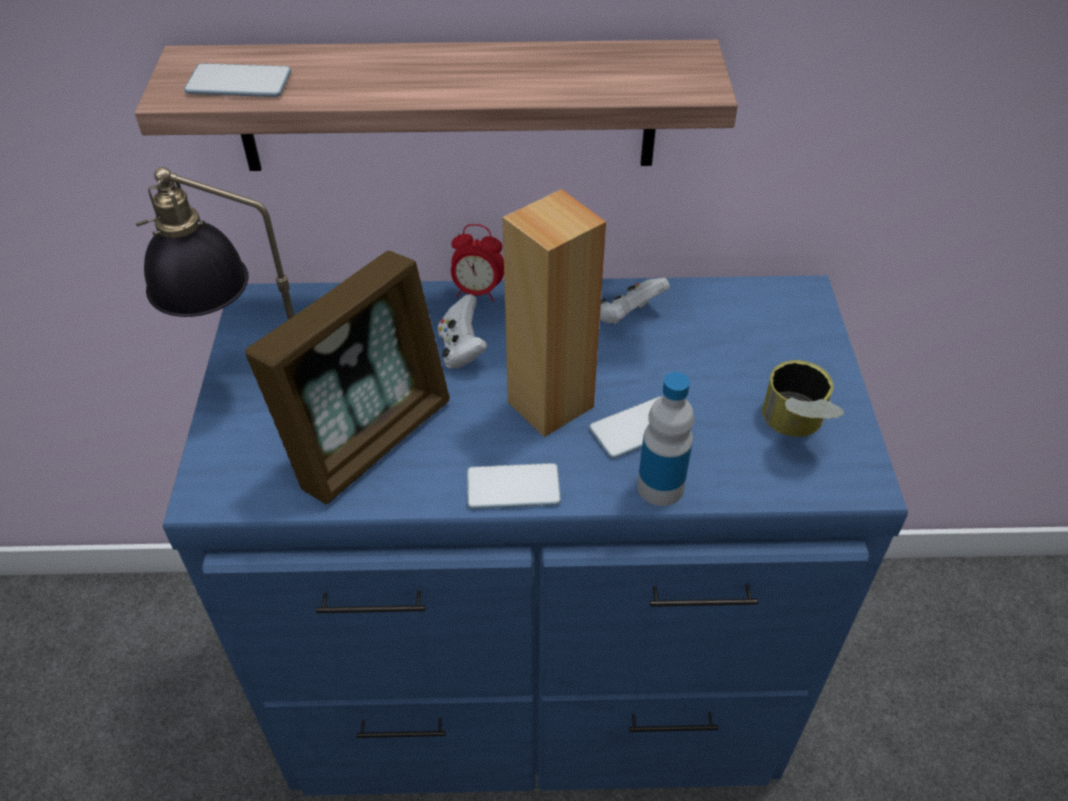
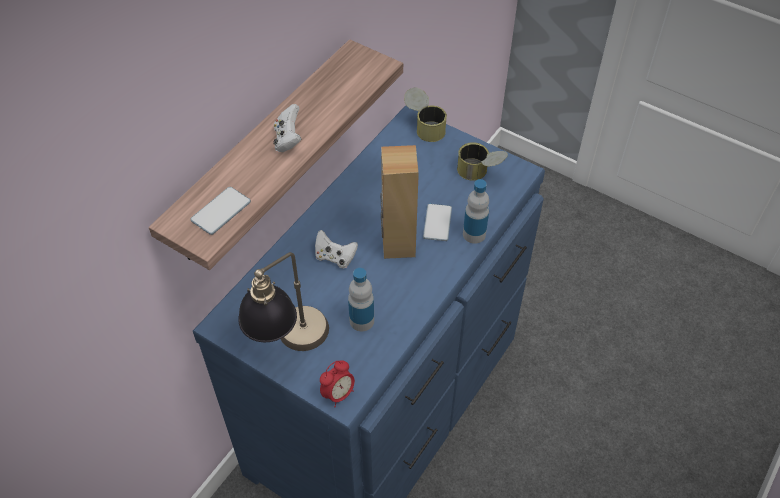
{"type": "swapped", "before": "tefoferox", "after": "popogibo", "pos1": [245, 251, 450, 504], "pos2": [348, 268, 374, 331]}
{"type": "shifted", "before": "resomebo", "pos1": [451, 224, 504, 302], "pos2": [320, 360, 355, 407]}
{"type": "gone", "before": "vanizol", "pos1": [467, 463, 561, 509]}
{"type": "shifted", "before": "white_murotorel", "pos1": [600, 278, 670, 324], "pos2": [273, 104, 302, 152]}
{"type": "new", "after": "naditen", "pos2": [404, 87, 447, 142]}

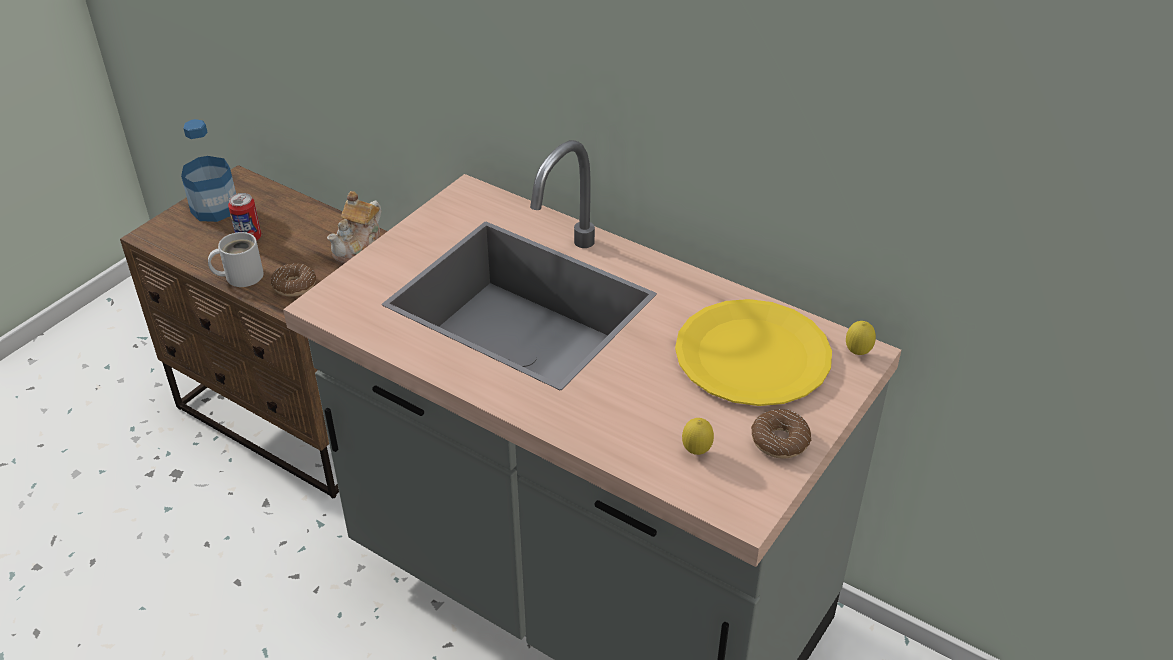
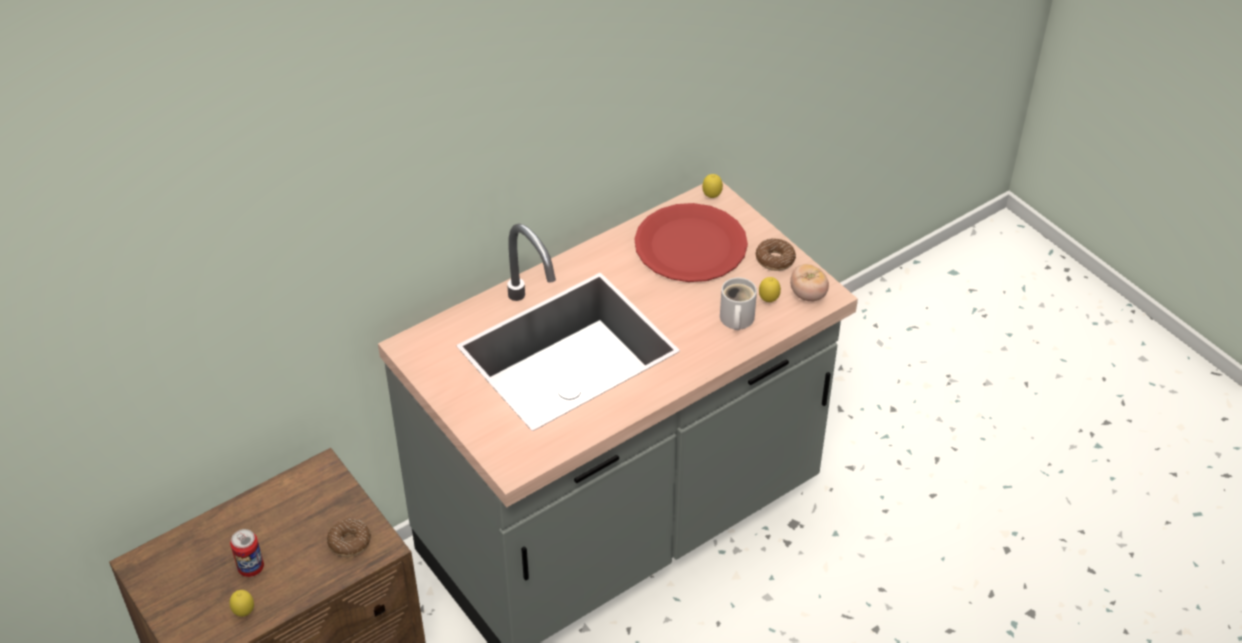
{"type": "gone", "before": "popogibo", "pos1": [181, 119, 236, 222]}
{"type": "shifted", "before": "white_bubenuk", "pos1": [208, 232, 264, 287], "pos2": [720, 277, 757, 330]}
{"type": "gone", "before": "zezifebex", "pos1": [327, 191, 381, 264]}
{"type": "repainted", "before": "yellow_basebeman", "after": "red_basebeman", "pos1": [675, 299, 832, 406], "pos2": [634, 203, 748, 282]}
{"type": "new", "after": "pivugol", "pos2": [230, 590, 254, 617]}
{"type": "new", "after": "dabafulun", "pos2": [790, 264, 829, 301]}

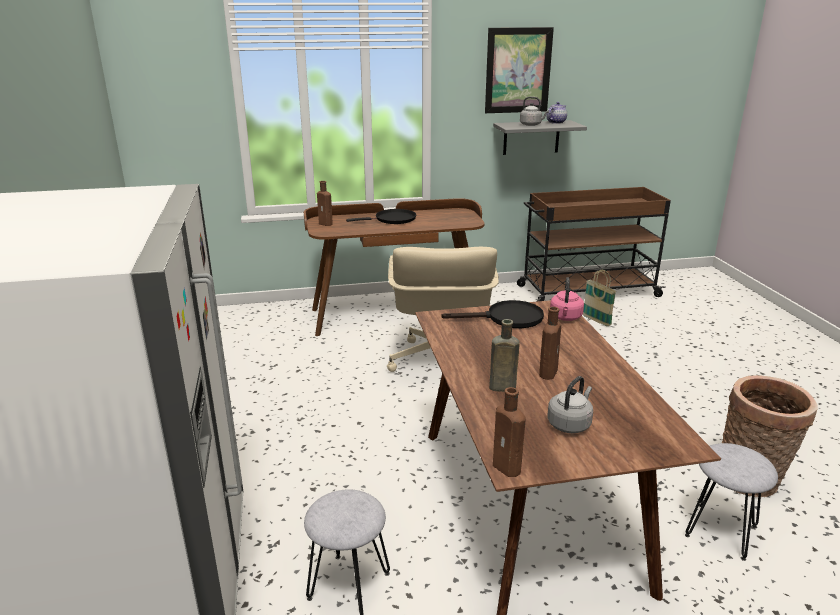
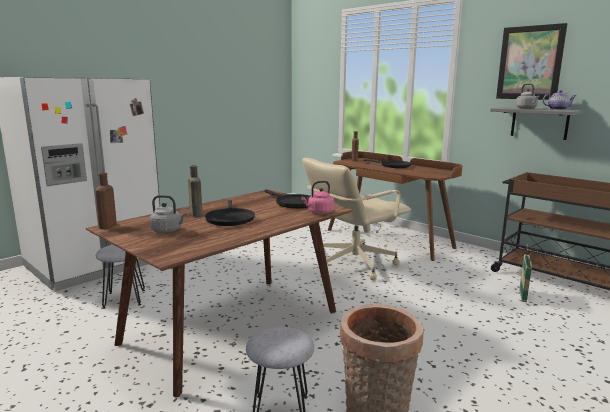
{"type": "swapped", "before": "brown_popogibo", "after": "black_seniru", "pos1": [539, 307, 561, 380], "pos2": [205, 200, 255, 226]}

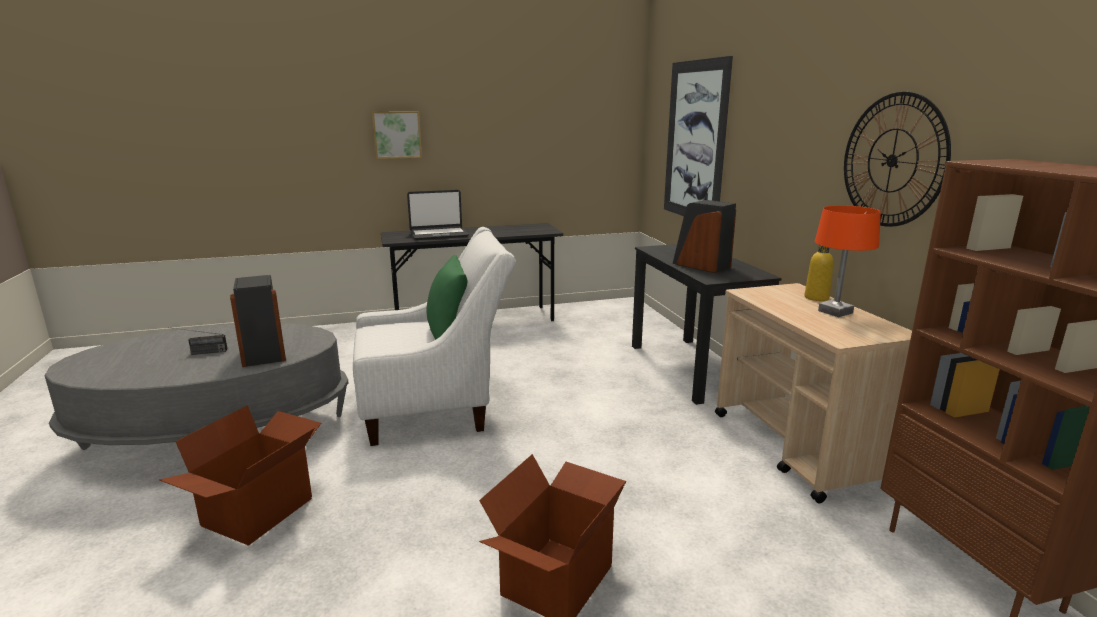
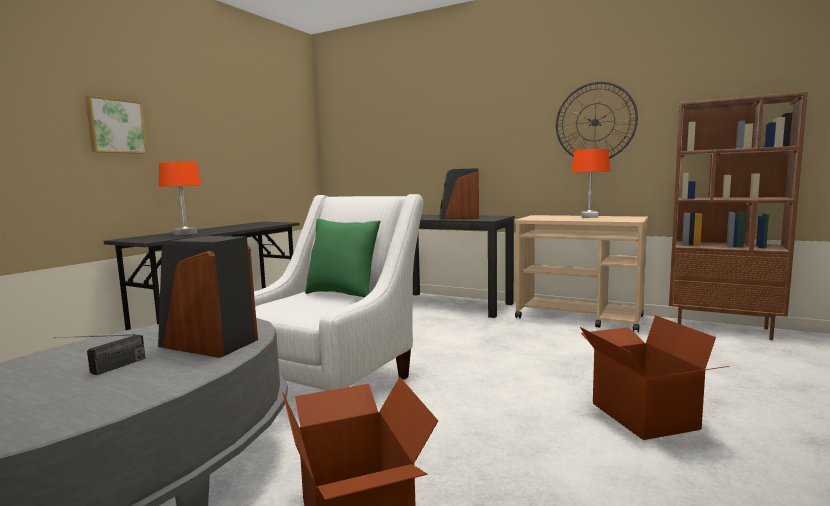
{"type": "swapped", "before": "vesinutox", "after": "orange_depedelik", "pos1": [407, 190, 469, 240], "pos2": [159, 162, 202, 235]}
{"type": "gone", "before": "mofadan", "pos1": [664, 56, 733, 216]}
{"type": "gone", "before": "yellow_popogibo", "pos1": [805, 245, 834, 301]}

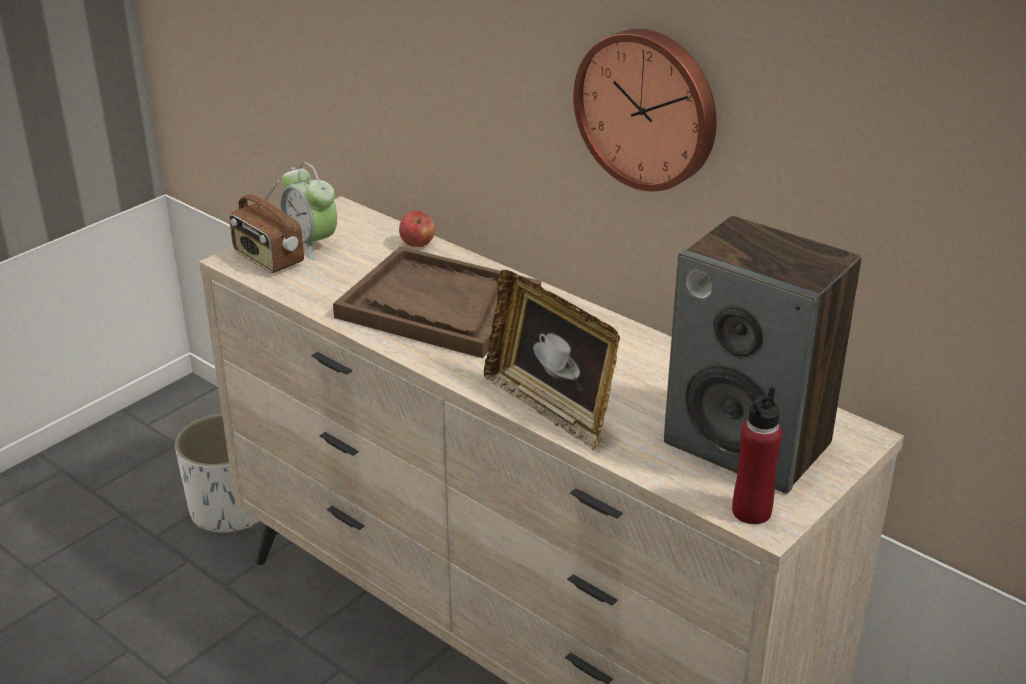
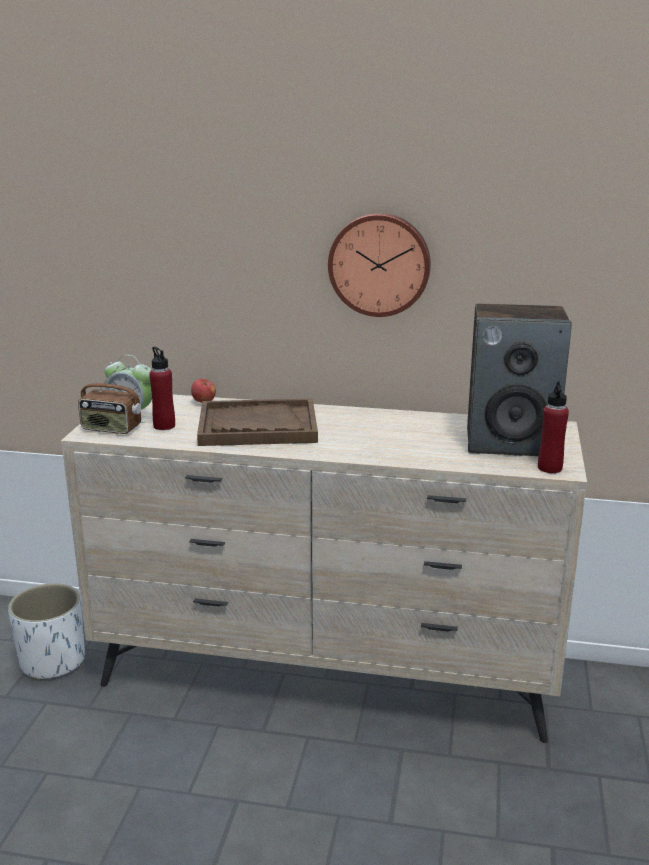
{"type": "gone", "before": "tefoferox", "pos1": [484, 270, 620, 451]}
{"type": "new", "after": "red_popogibo", "pos2": [149, 347, 175, 430]}

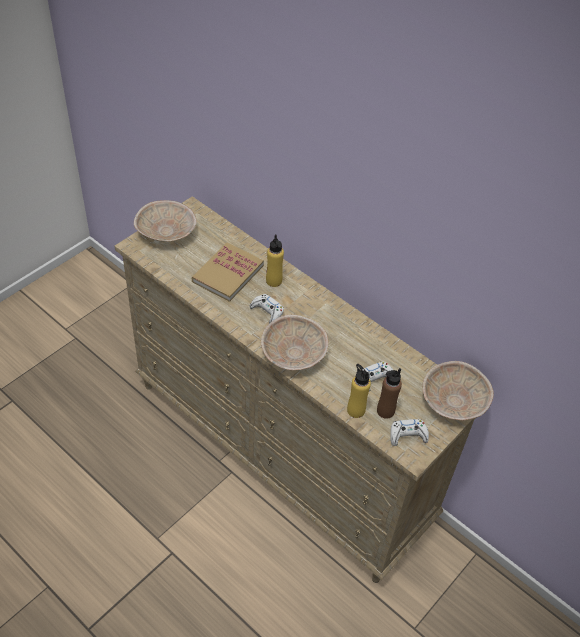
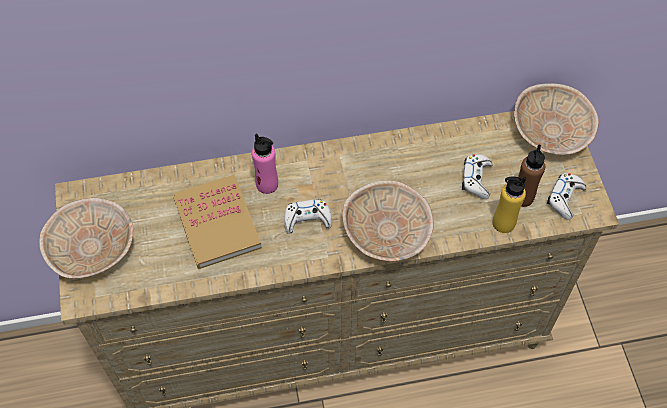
{"type": "repainted", "before": "yellow_popogibo", "after": "pink_popogibo", "pos1": [266, 235, 284, 287], "pos2": [252, 134, 278, 194]}

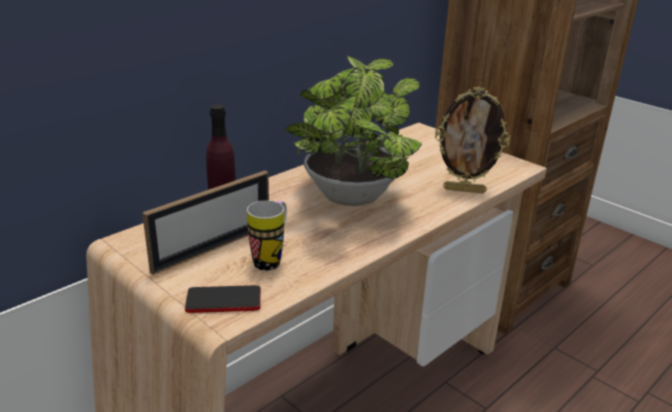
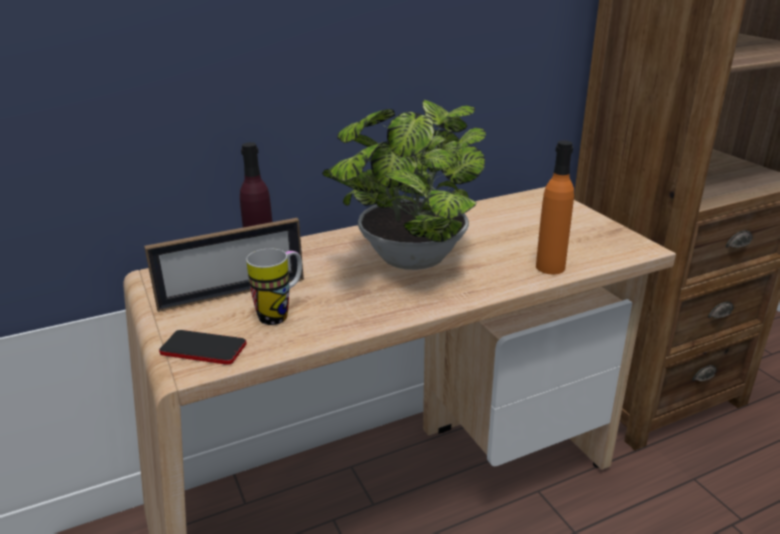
{"type": "swapped", "before": "tefoferox", "after": "orange_popogibo", "pos1": [435, 87, 510, 194], "pos2": [536, 140, 574, 274]}

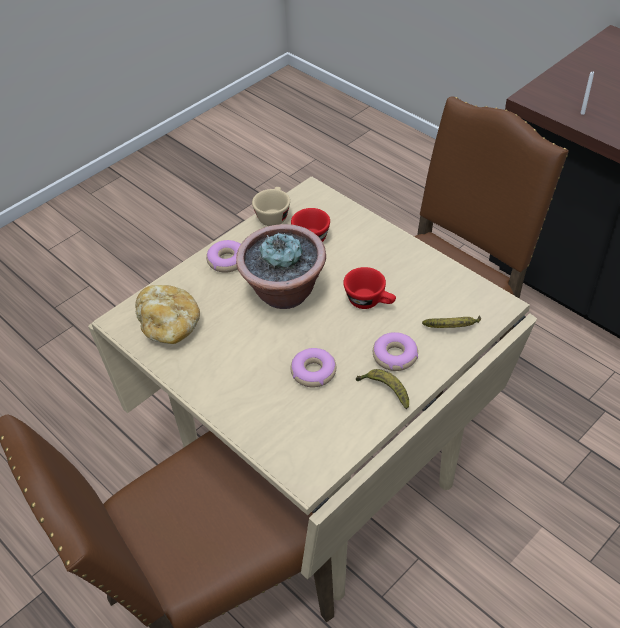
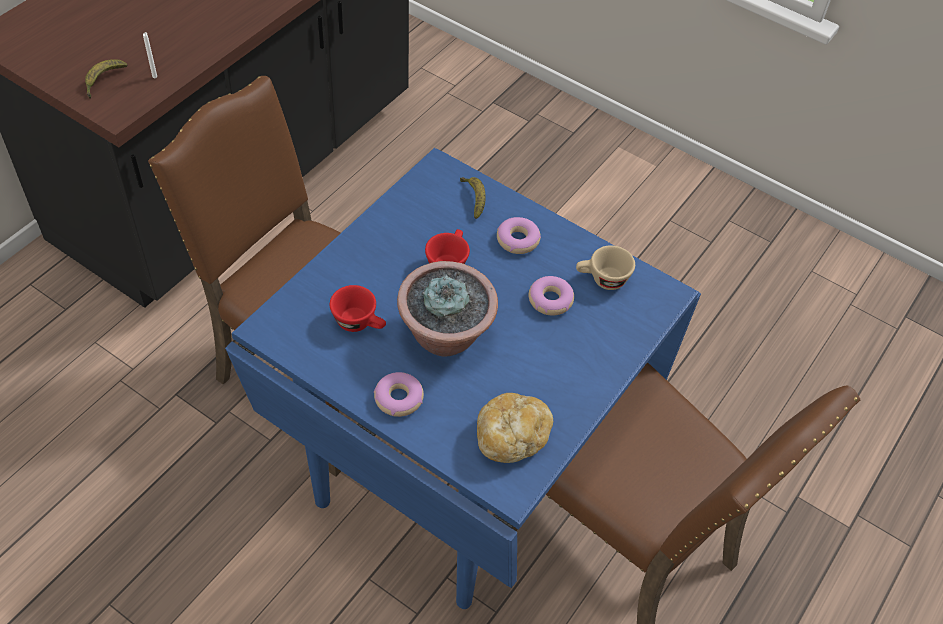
{"type": "repainted", "before": "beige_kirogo", "after": "blue_kirogo", "pos1": [88, 177, 537, 600], "pos2": [225, 148, 701, 609]}
{"type": "shifted", "before": "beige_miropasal", "pos1": [252, 187, 290, 226], "pos2": [576, 245, 635, 290]}
{"type": "shifted", "before": "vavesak", "pos1": [356, 369, 409, 409], "pos2": [85, 59, 128, 99]}

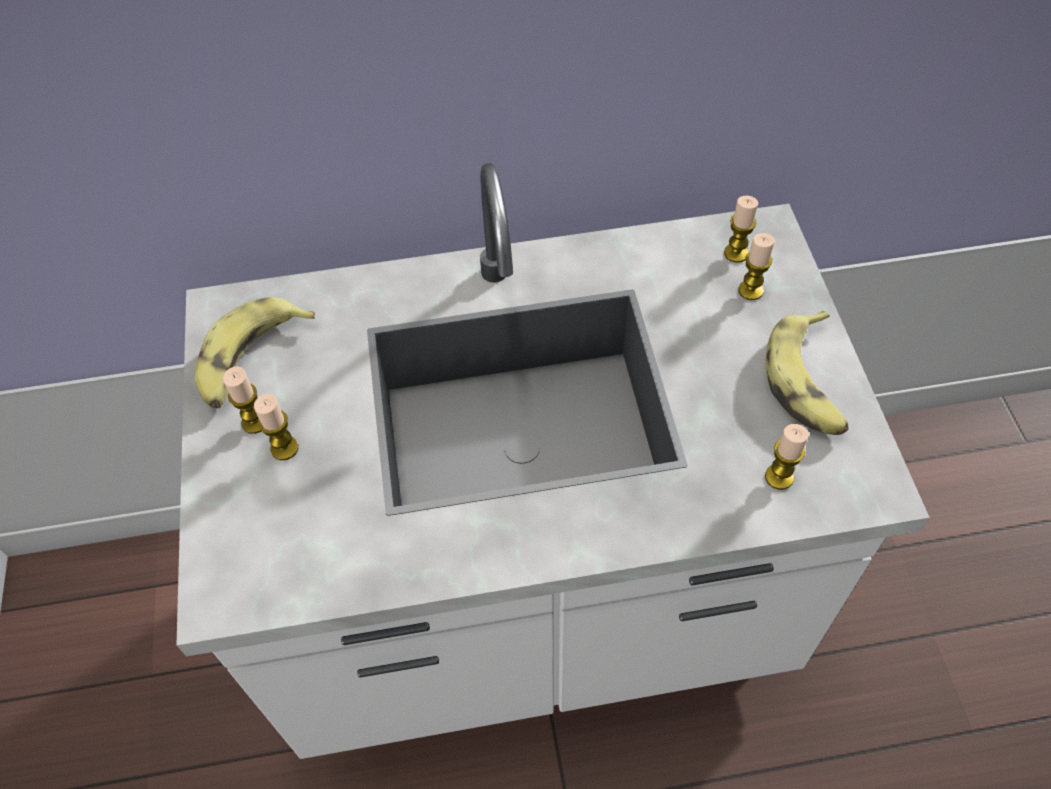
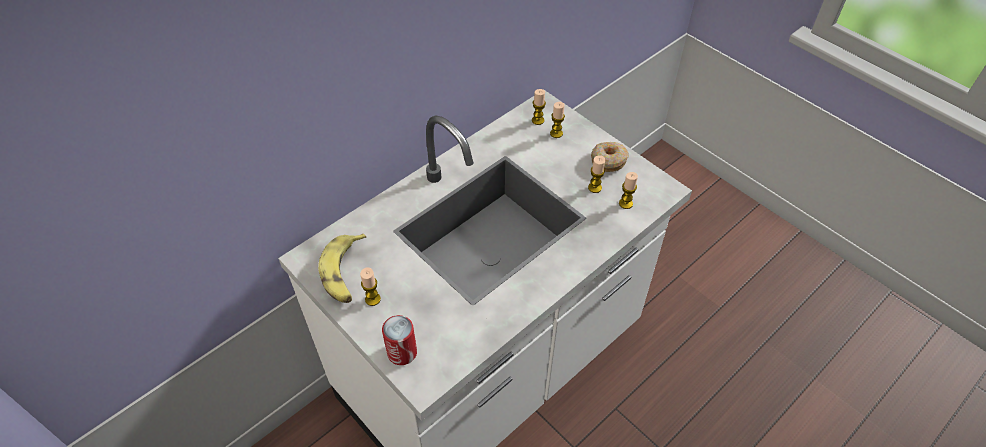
{"type": "shifted", "before": "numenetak", "pos1": [254, 394, 298, 460], "pos2": [588, 155, 605, 193]}
{"type": "swapped", "before": "vavesak", "after": "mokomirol", "pos1": [765, 311, 849, 435], "pos2": [591, 142, 629, 172]}
{"type": "new", "after": "naditen", "pos2": [382, 315, 417, 365]}

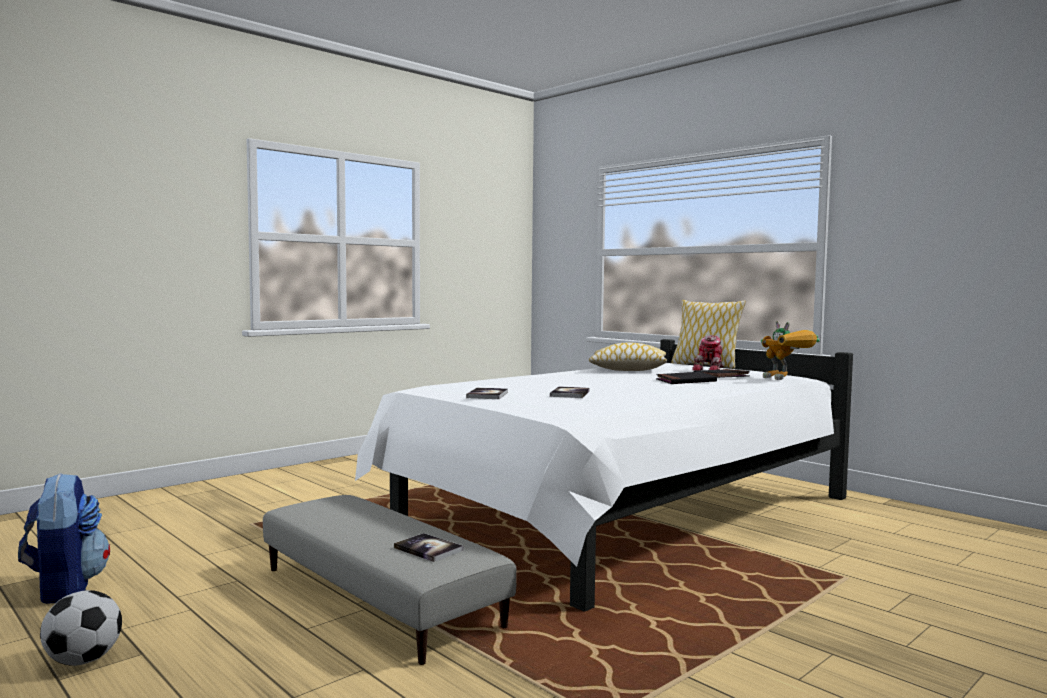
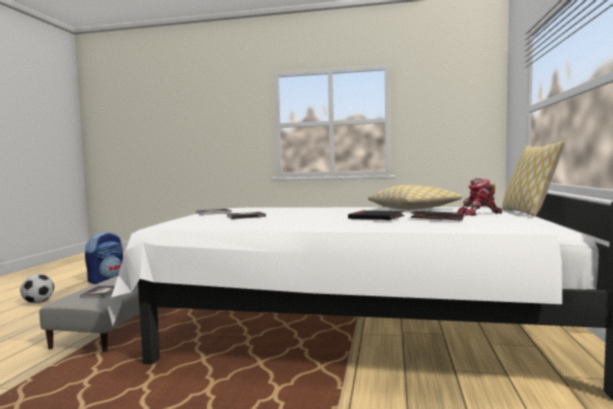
{"type": "gone", "before": "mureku", "pos1": [761, 321, 820, 380]}

